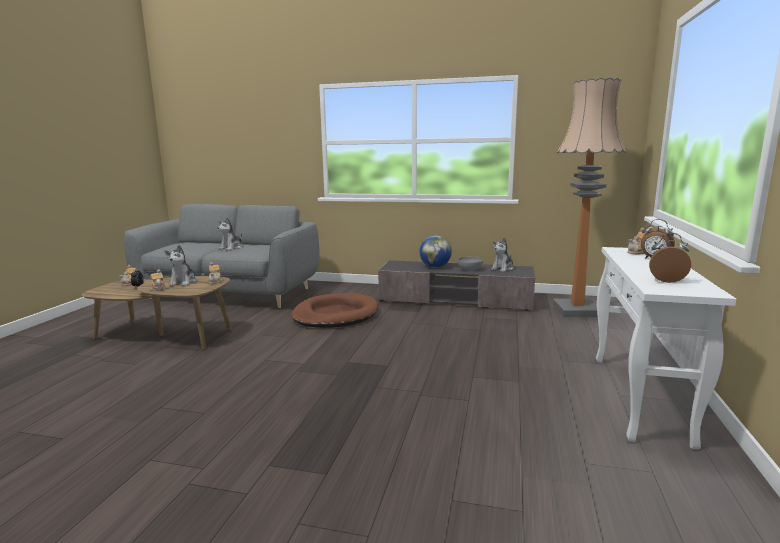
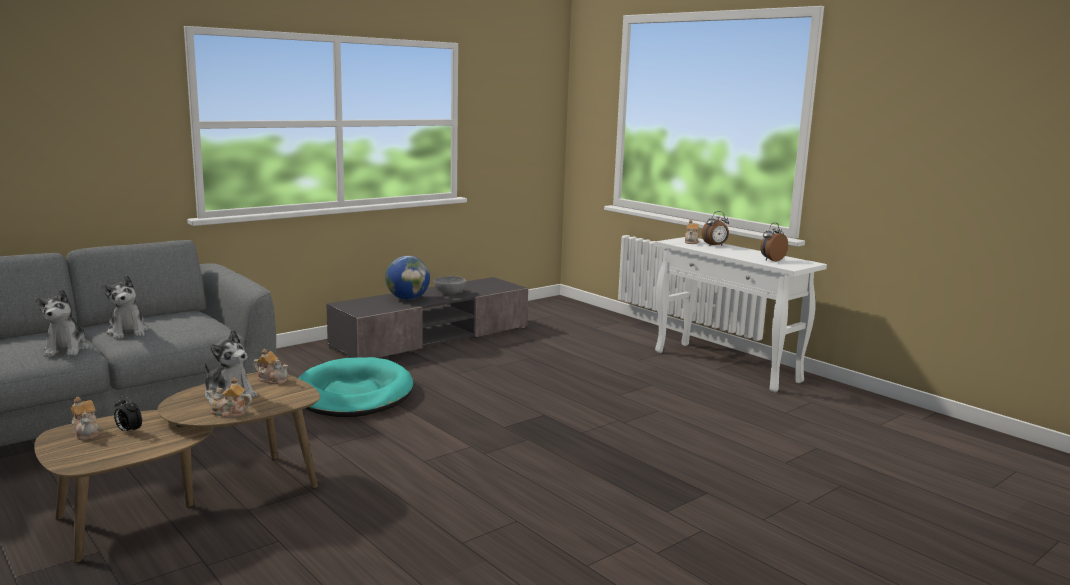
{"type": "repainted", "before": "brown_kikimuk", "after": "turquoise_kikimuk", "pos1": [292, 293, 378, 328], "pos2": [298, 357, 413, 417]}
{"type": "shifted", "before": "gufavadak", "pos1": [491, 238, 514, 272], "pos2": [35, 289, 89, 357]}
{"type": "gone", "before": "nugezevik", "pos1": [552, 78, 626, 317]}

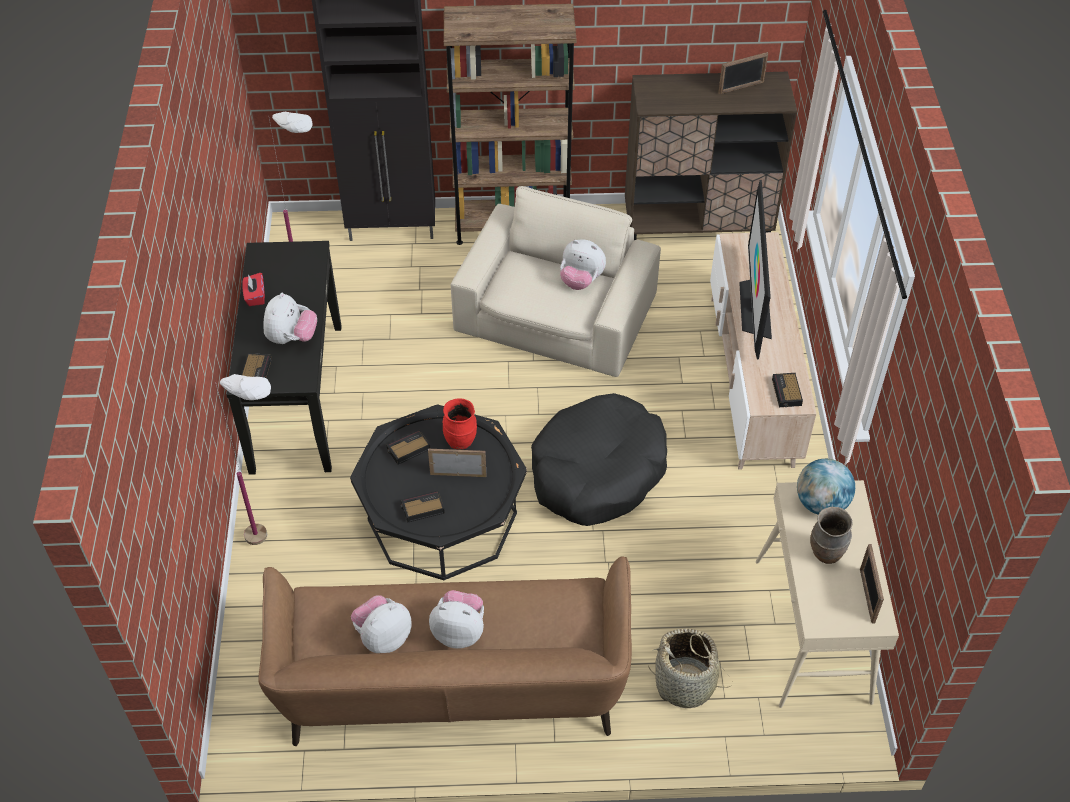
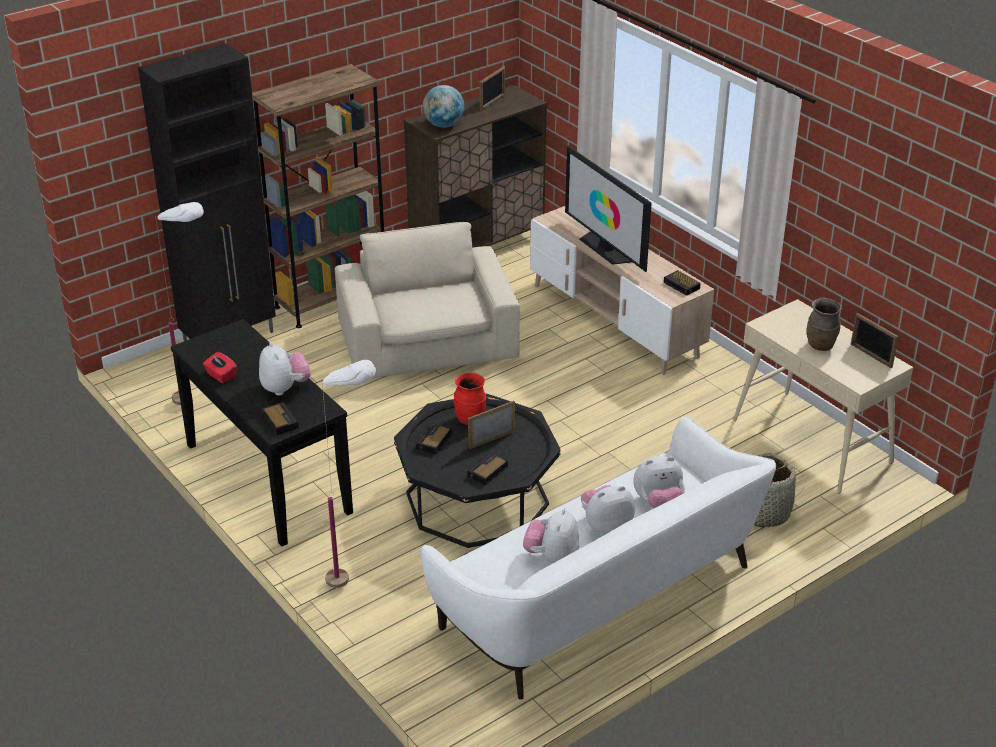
{"type": "repainted", "before": "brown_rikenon", "after": "white_rikenon", "pos1": [258, 556, 632, 746], "pos2": [420, 416, 776, 700]}
{"type": "gone", "before": "black_kikimuk", "pos1": [531, 393, 667, 526]}
{"type": "shifted", "before": "gufavadak", "pos1": [560, 239, 606, 290], "pos2": [633, 456, 685, 509]}
{"type": "shifted", "before": "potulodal", "pos1": [797, 459, 855, 515], "pos2": [423, 85, 464, 128]}

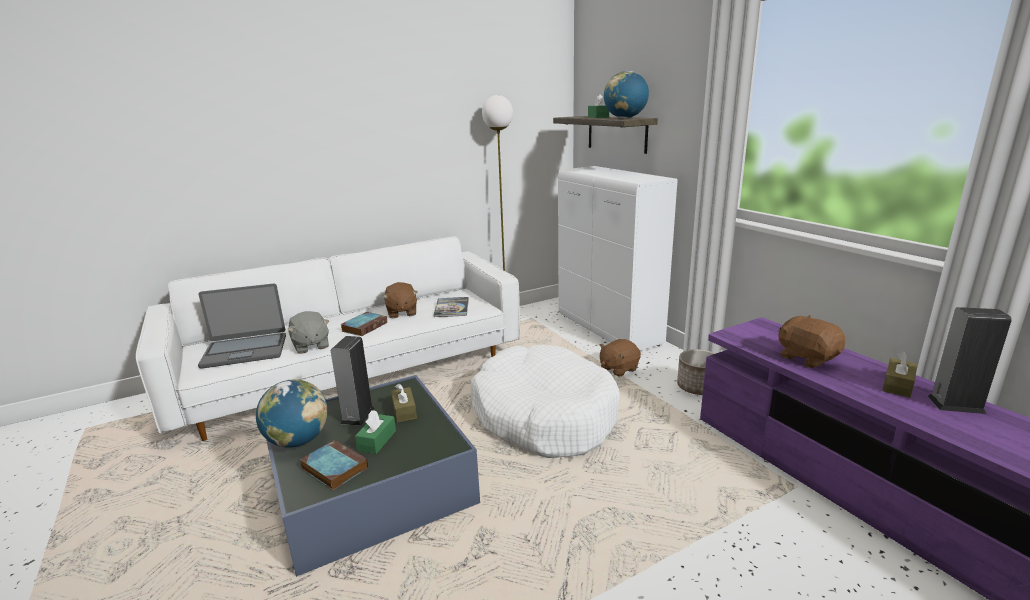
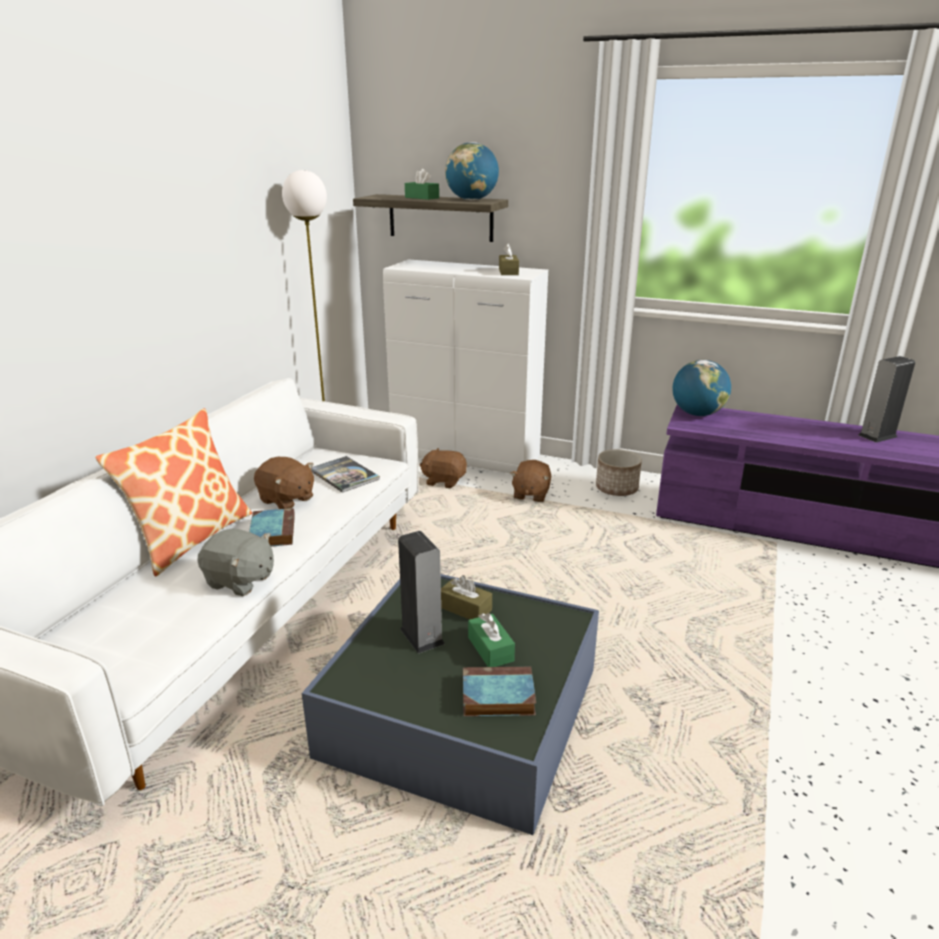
{"type": "gone", "before": "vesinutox", "pos1": [198, 283, 286, 369]}
{"type": "shifted", "before": "potulodal", "pos1": [256, 379, 328, 448], "pos2": [672, 360, 731, 416]}
{"type": "gone", "before": "white_kikimuk", "pos1": [471, 345, 620, 458]}
{"type": "shifted", "before": "brown_gufavadak", "pos1": [778, 315, 845, 368], "pos2": [420, 448, 467, 488]}
{"type": "shifted", "before": "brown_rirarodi", "pos1": [882, 351, 917, 398], "pos2": [499, 243, 519, 275]}
{"type": "new", "after": "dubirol", "pos2": [95, 408, 252, 576]}

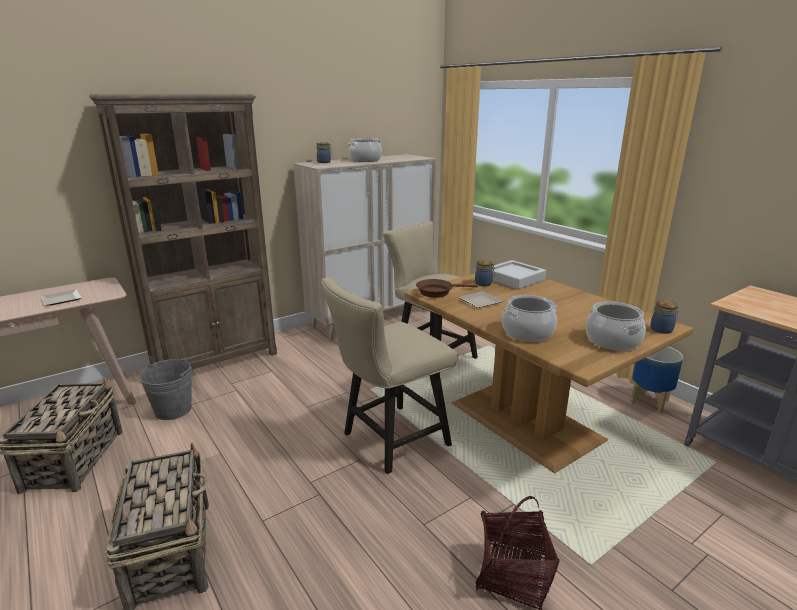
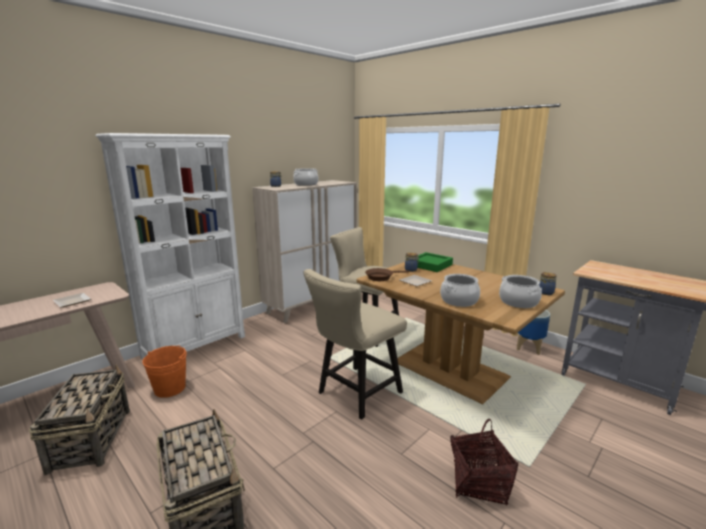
{"type": "repainted", "before": "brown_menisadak", "after": "white_menisadak", "pos1": [89, 94, 277, 369], "pos2": [96, 133, 245, 359]}
{"type": "repainted", "before": "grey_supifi", "after": "orange_supifi", "pos1": [139, 359, 192, 420], "pos2": [142, 346, 187, 398]}
{"type": "repainted", "before": "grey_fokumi", "after": "green_fokumi", "pos1": [492, 260, 546, 289], "pos2": [417, 252, 453, 272]}

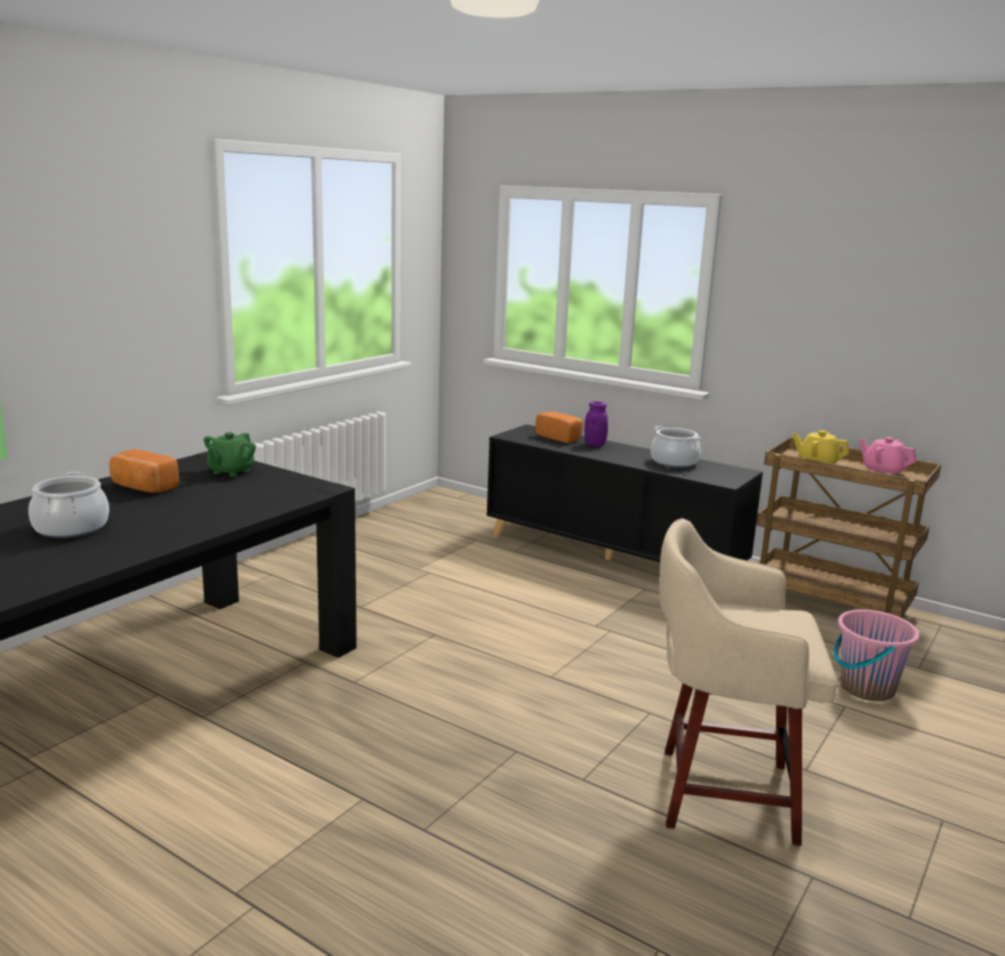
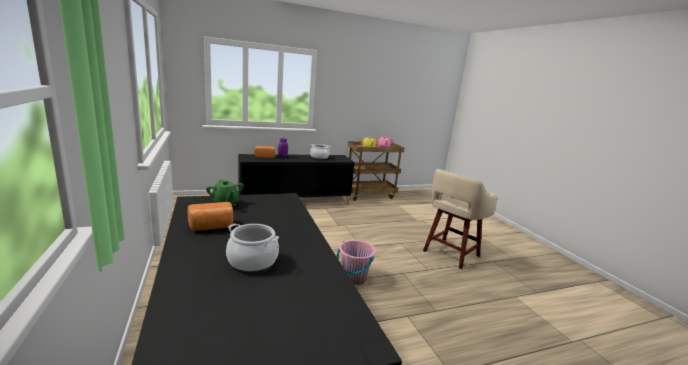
{"type": "shifted", "before": "pink_supifi", "pos1": [834, 609, 920, 701], "pos2": [337, 240, 376, 285]}

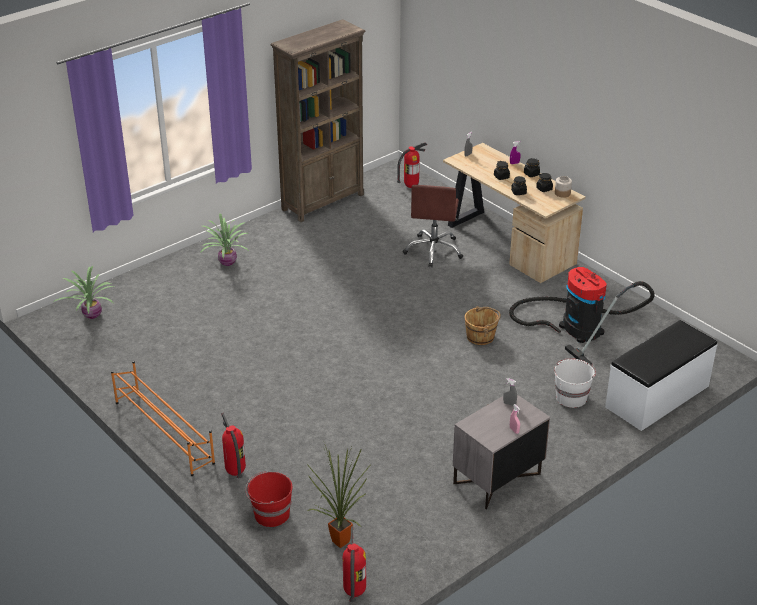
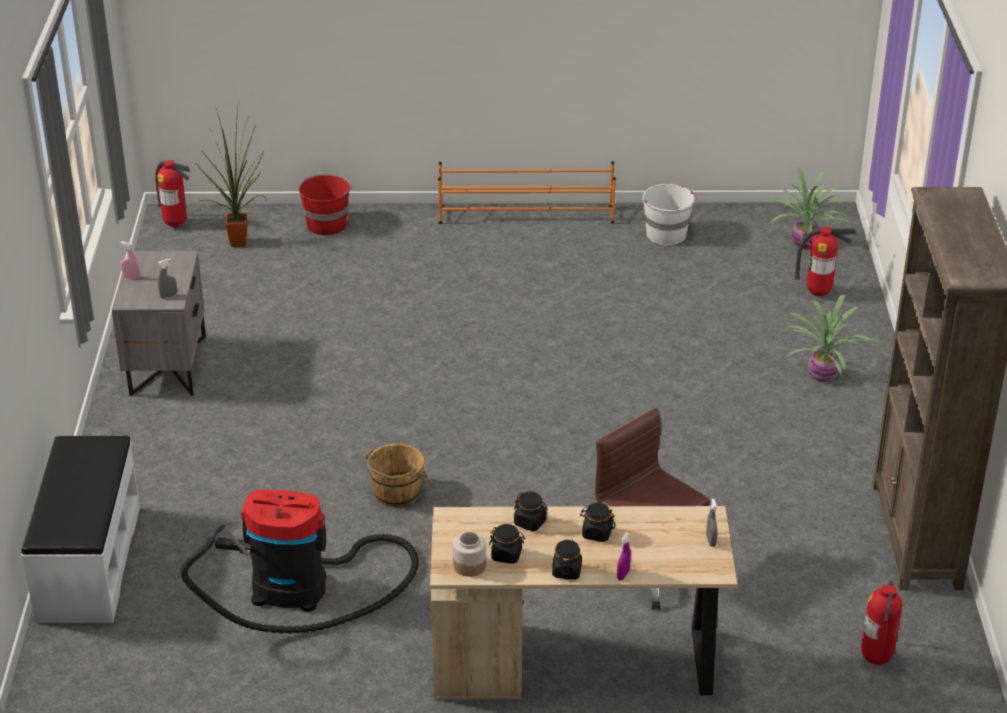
{"type": "shifted", "before": "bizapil", "pos1": [221, 413, 246, 478], "pos2": [794, 227, 856, 296]}
{"type": "shifted", "before": "white_supifi", "pos1": [554, 358, 596, 408], "pos2": [643, 184, 696, 245]}

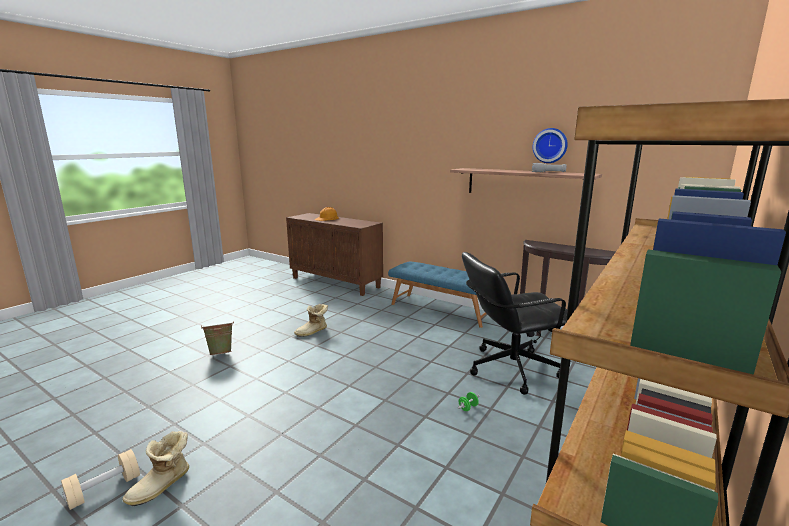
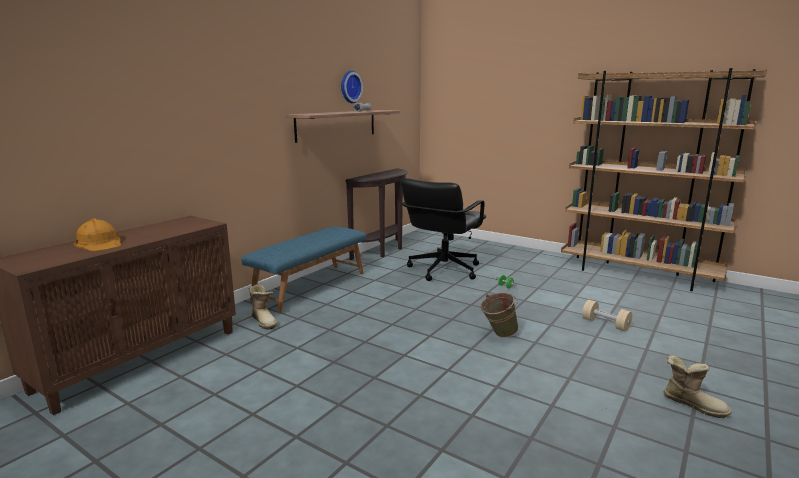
{"type": "shifted", "before": "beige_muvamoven", "pos1": [61, 449, 140, 510], "pos2": [582, 300, 632, 332]}
{"type": "shifted", "before": "green_supifi", "pos1": [201, 322, 234, 355], "pos2": [480, 292, 519, 338]}
{"type": "shifted", "before": "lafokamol", "pos1": [294, 304, 328, 337], "pos2": [248, 284, 277, 330]}
{"type": "rotated", "before": "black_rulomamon", "pos1": [462, 252, 567, 395], "pos2": [400, 178, 486, 281], "turn": 45}

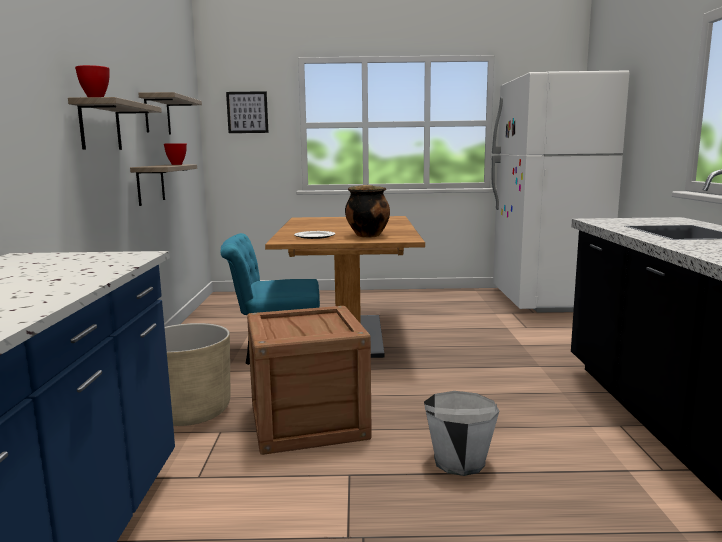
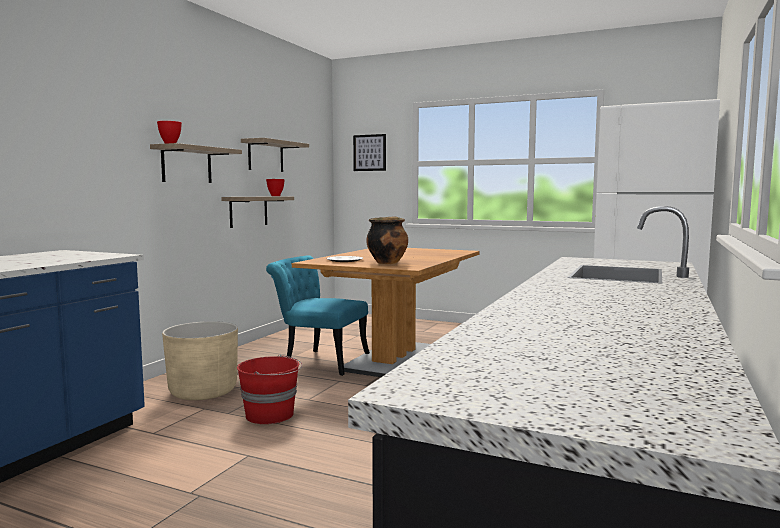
{"type": "swapped", "before": "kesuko", "after": "red_supifi", "pos1": [247, 306, 372, 455], "pos2": [237, 354, 302, 424]}
{"type": "gone", "before": "white_supifi", "pos1": [424, 391, 499, 476]}

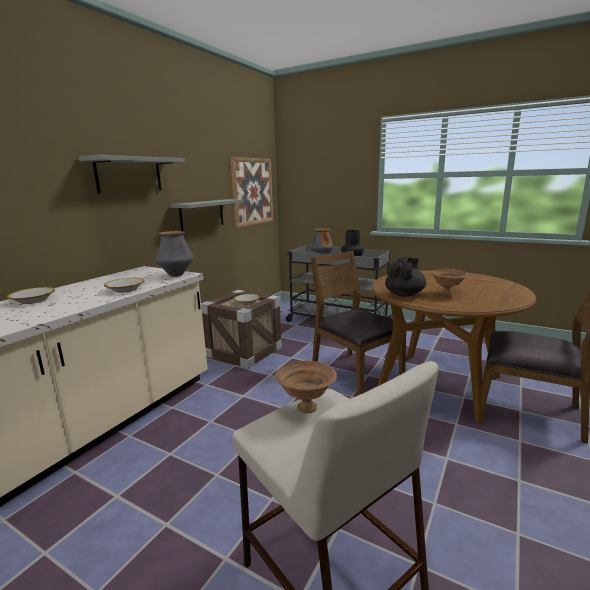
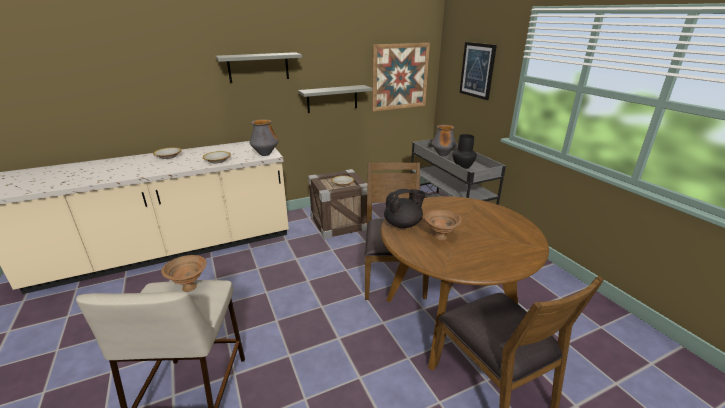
{"type": "new", "after": "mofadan", "pos2": [459, 42, 497, 100]}

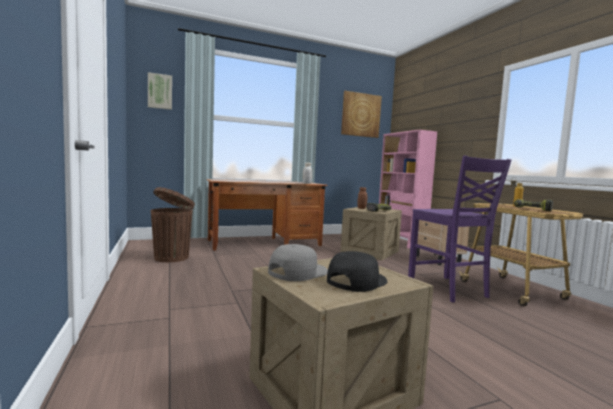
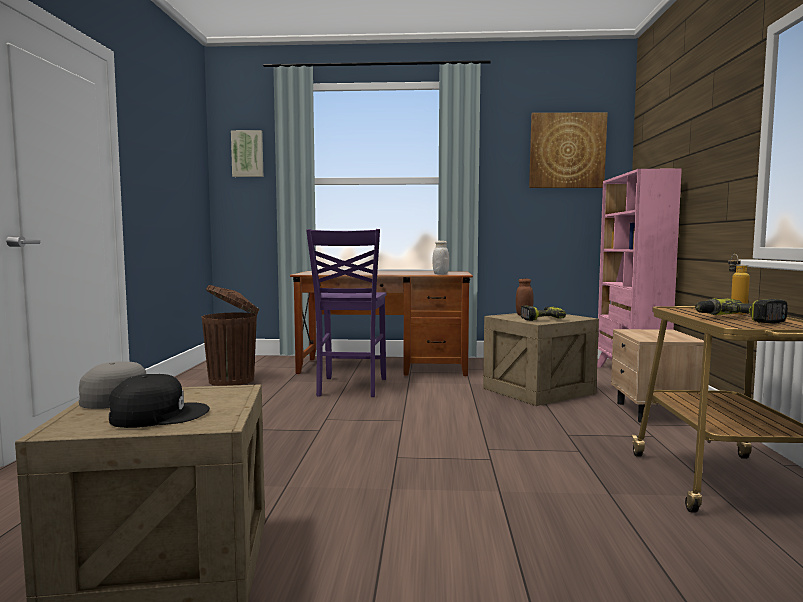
{"type": "shifted", "before": "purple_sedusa", "pos1": [408, 156, 511, 303], "pos2": [306, 229, 386, 397]}

